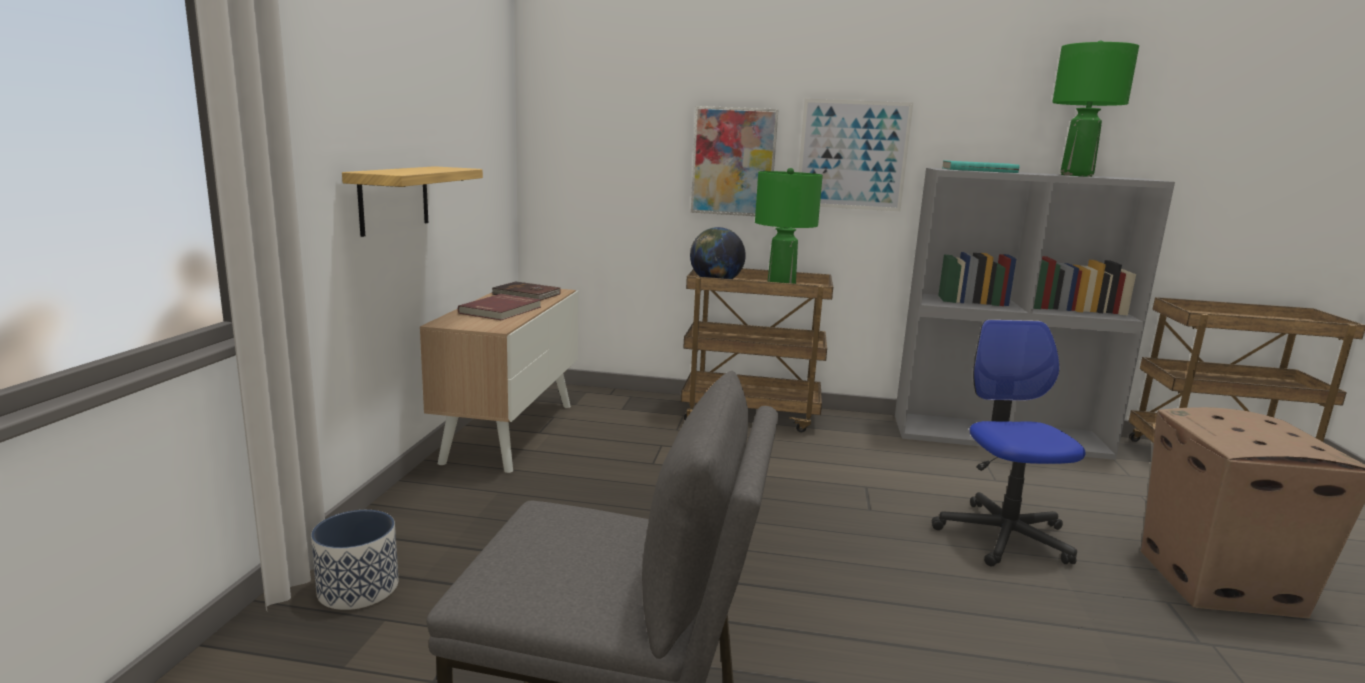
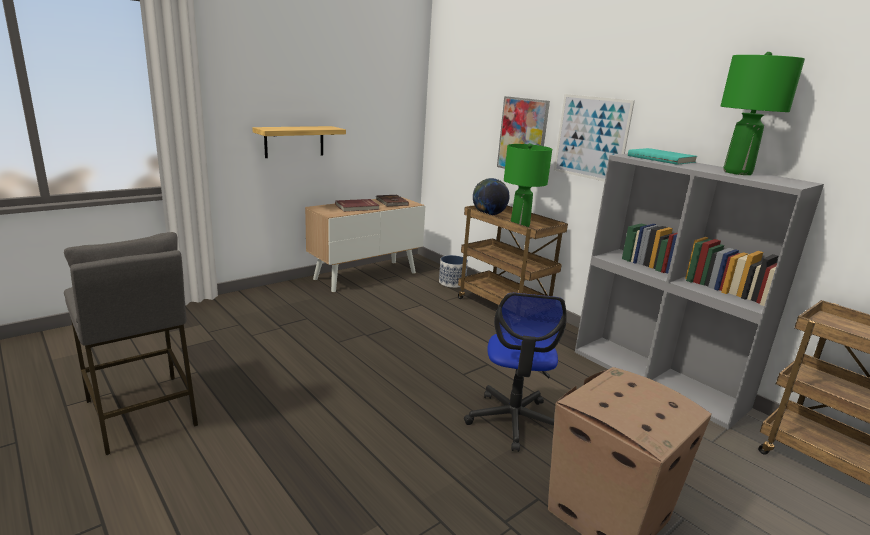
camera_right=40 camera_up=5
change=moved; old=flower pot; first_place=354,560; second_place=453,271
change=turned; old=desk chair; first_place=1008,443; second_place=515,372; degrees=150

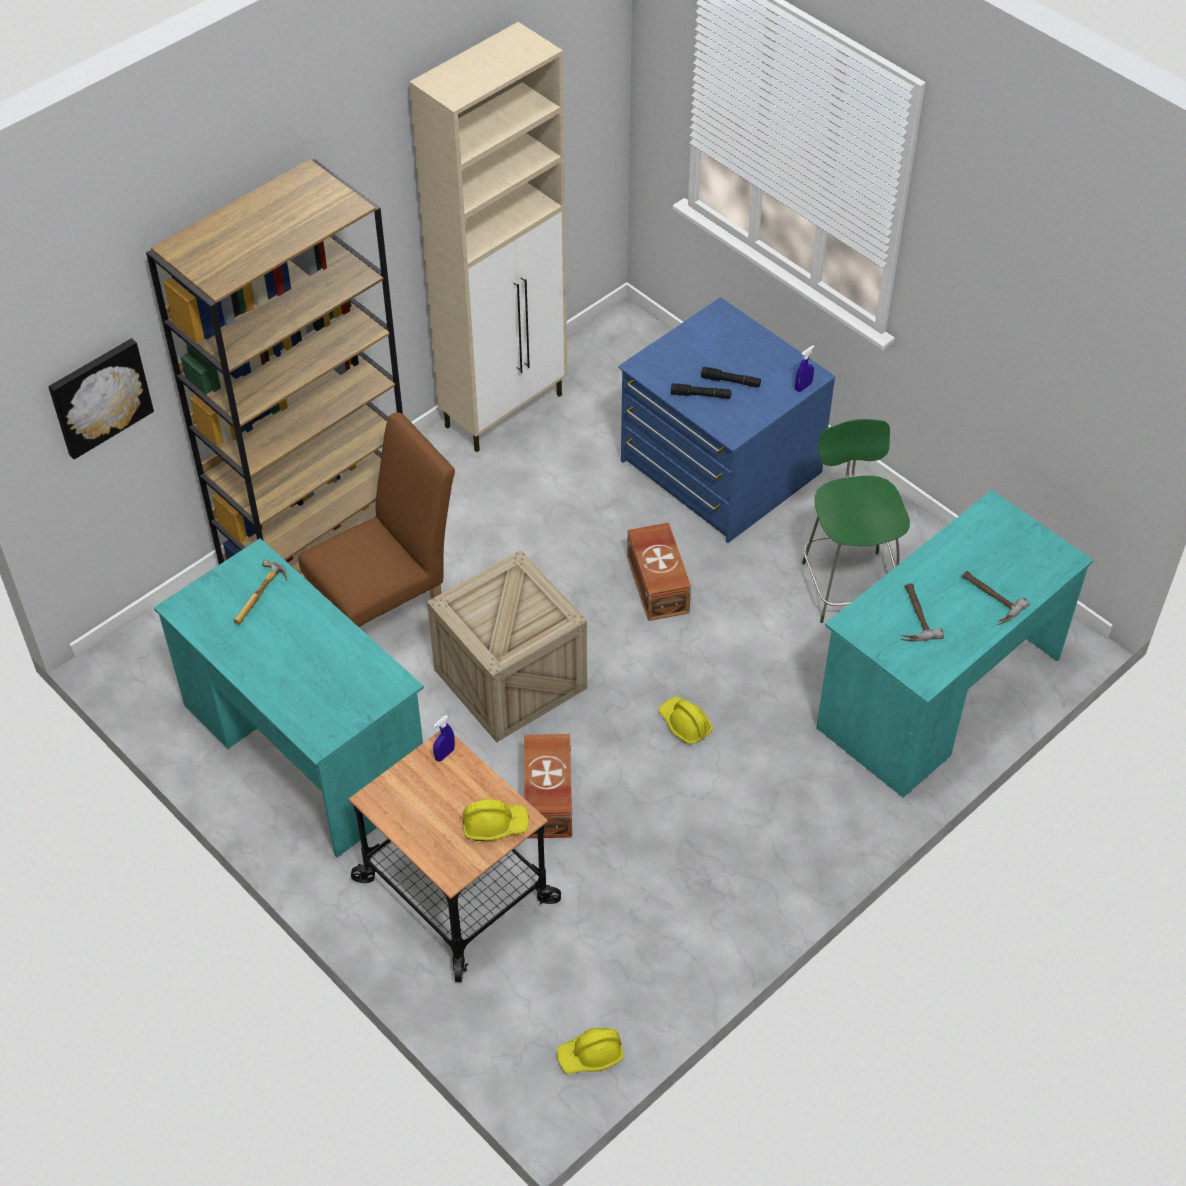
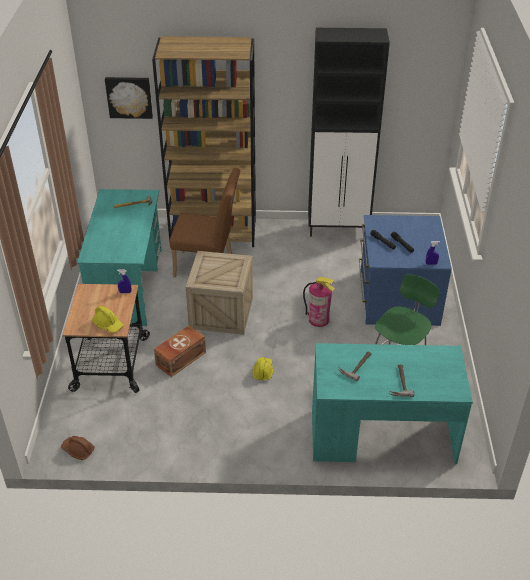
camera_right=45 camera_up=-10
change=recoloured; old=work helmet in yellow-coloured; new=work helmet in brown-coloured; first_place=590,1051; second_place=78,448
change=replaced; old=storage container in brown-coloured; new=extinguisher; first_place=659,572; second_place=319,302
change=recoloured; old=cupboard in beige; new=cupboard in black; first_place=488,237; second_place=349,132

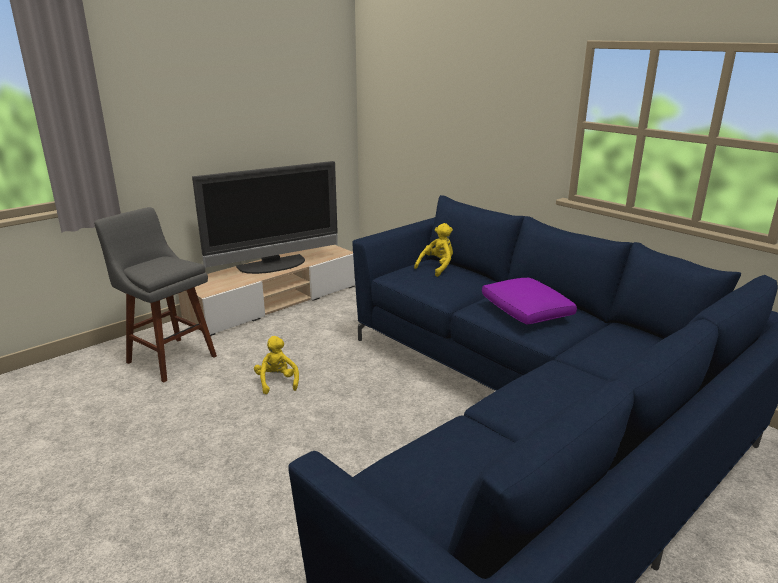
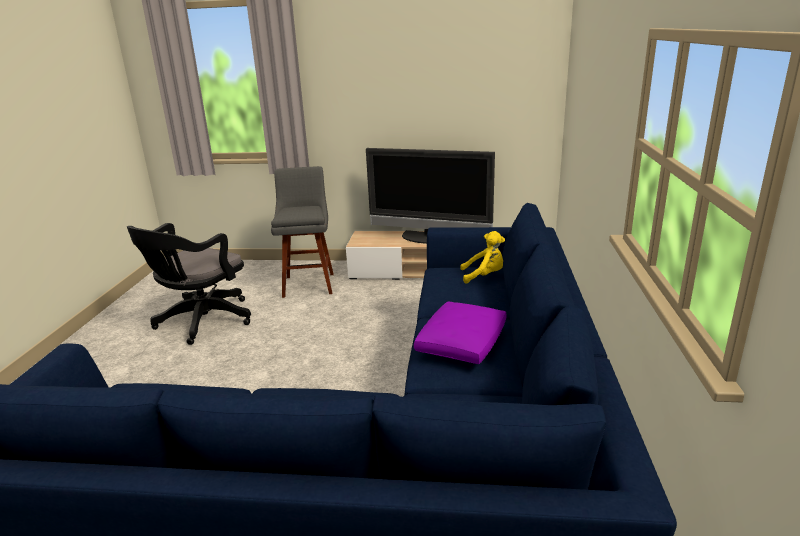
camera_right=50 camera_up=0
change=added; new=desk chair in black; second_place=189,284
change=removed; old=plush toy in yellow-coloured; first_place=276,365

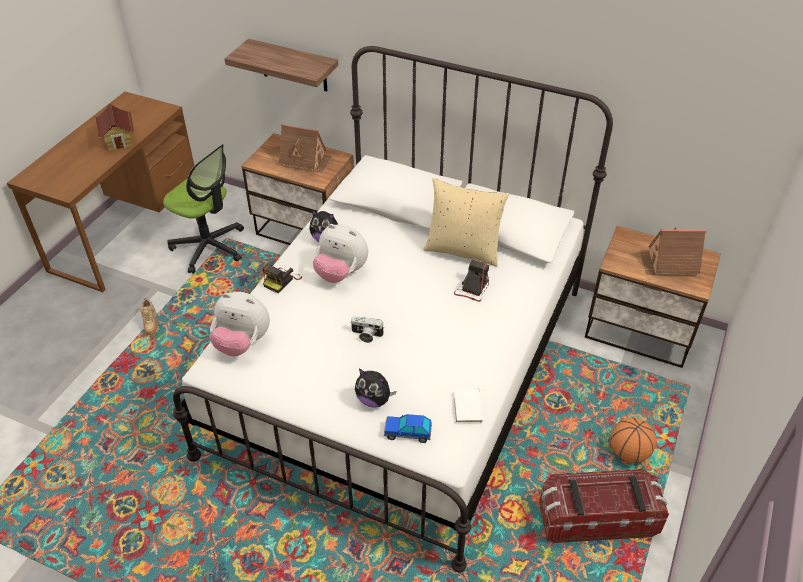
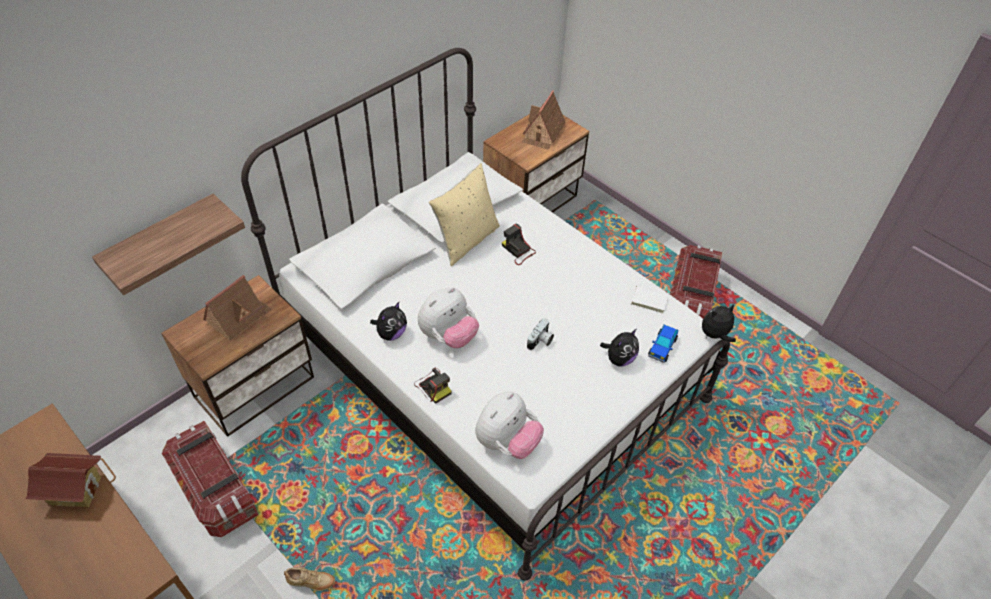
camera_right=-70 camera_up=5
change=replaced; old=desk chair; new=storage container; first_place=203,209; second_place=210,479
change=added; new=plush toy; second_place=719,323
change=removed; old=basketball ball; first_place=633,440

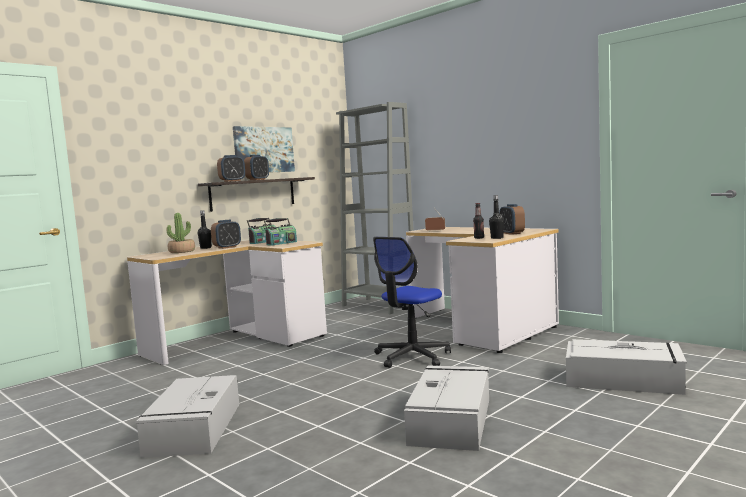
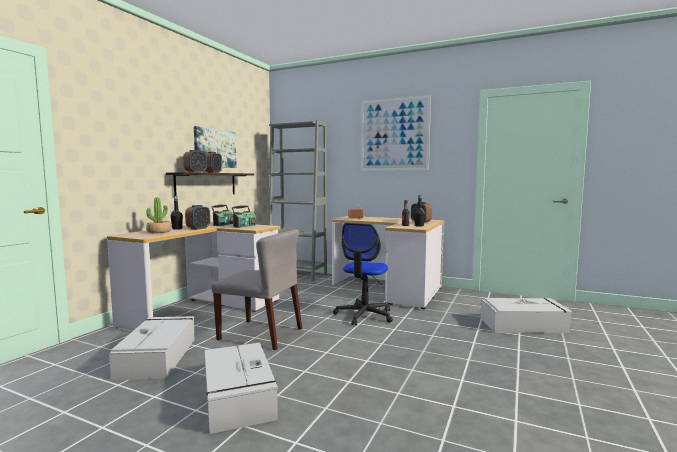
camera_right=-20 camera_up=0
change=moved; old=storage container in grey; first_place=446,408; second_place=152,348
change=added; new=chair in grey; second_place=256,289
change=added; new=wall art; second_place=396,133

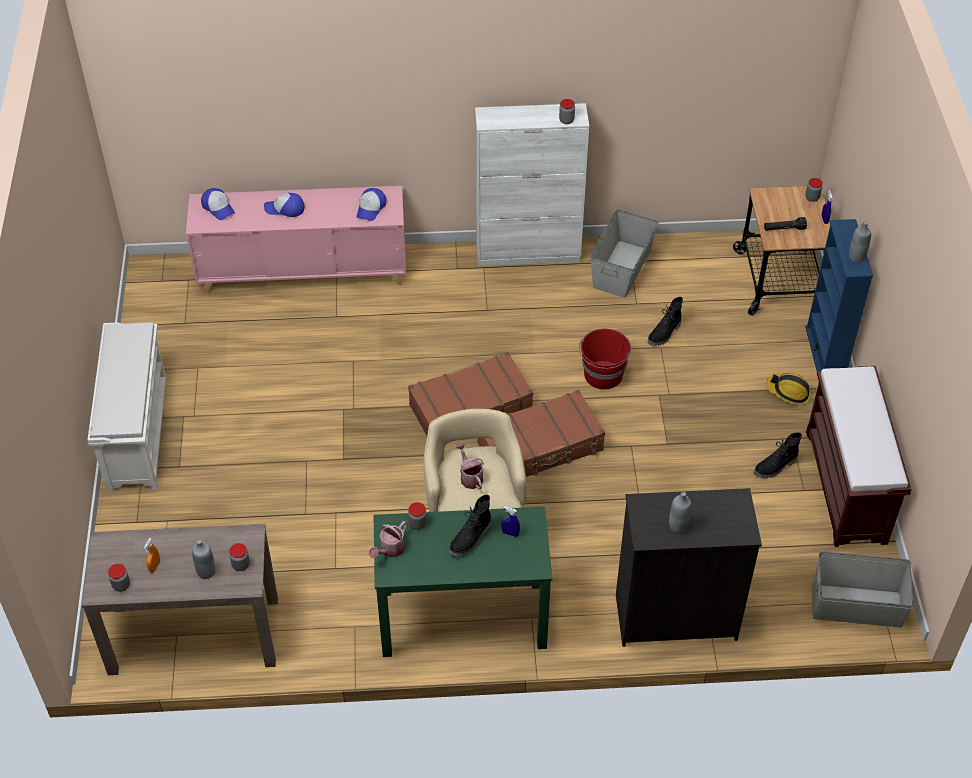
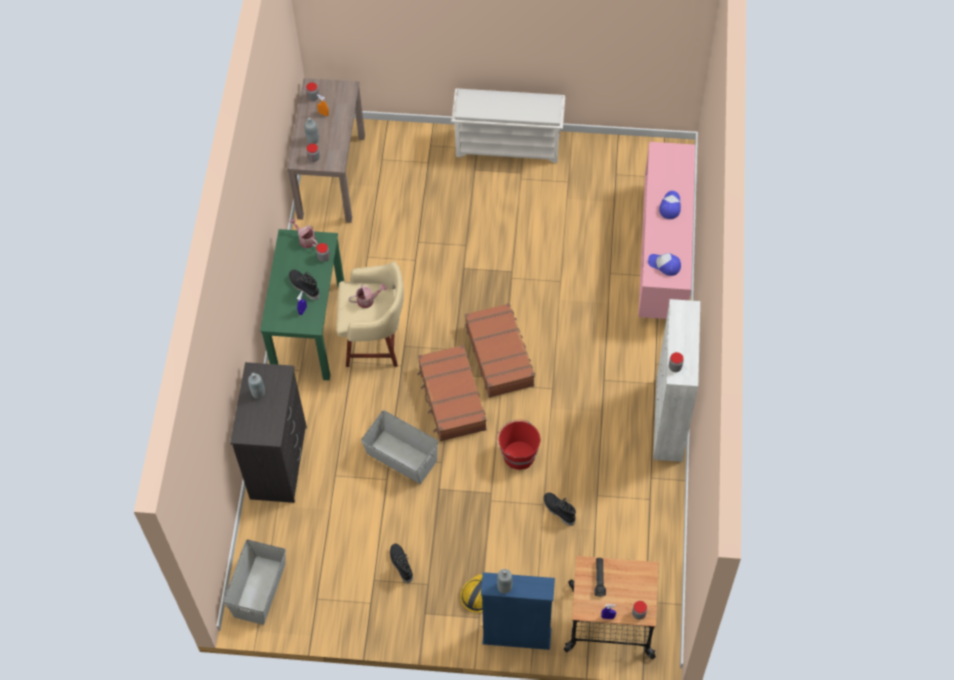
camera_right=100 camera_up=10
change=moved; old=storage container in grey; first_place=624,253; second_place=399,447
change=removed; old=baseball cap; first_place=218,204
change=removed; old=bench in brown-coloured; first_place=859,456

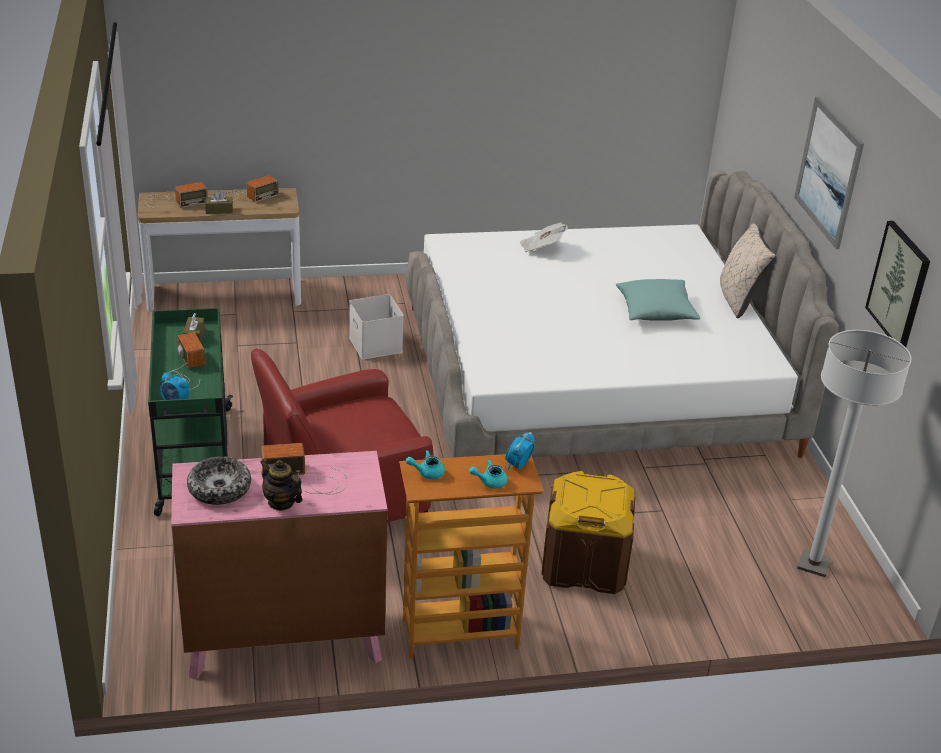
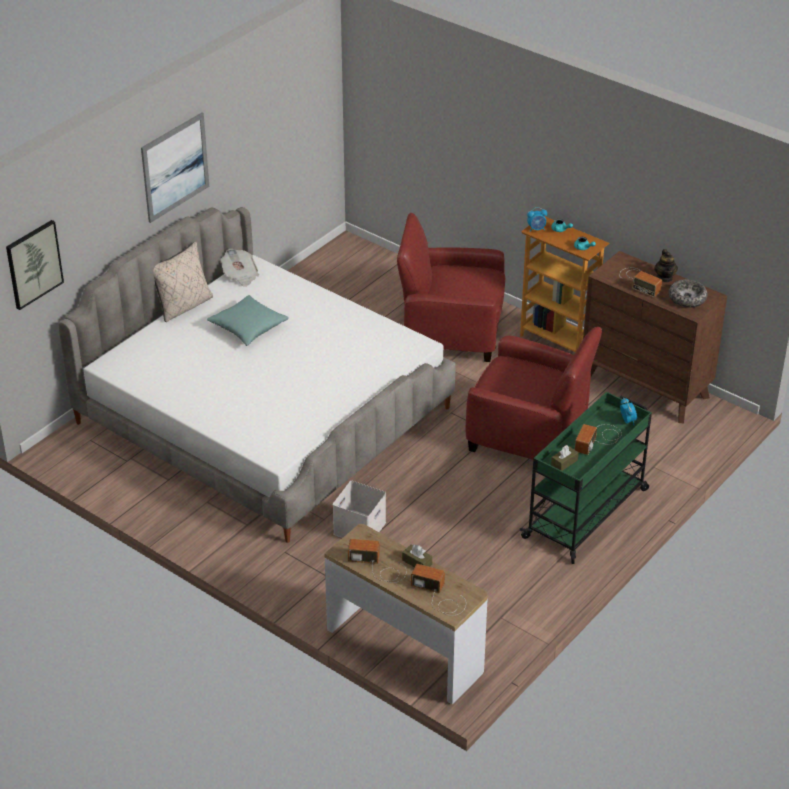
camera_right=-130 camera_up=5
change=moved; old=wall art; first_place=897,284; second_place=35,265
change=moved; old=daily paper; first_place=544,237; second_place=240,267
change=replaced; old=storage container in brown-coloured; new=easy chair in reddish; first_place=588,532; second_place=451,287
change=recoloured; old=drawer chest in pink-coloured; new=drawer chest in brown-coloured; first_place=279,565; second_place=655,337
change=removed; old=standard lamp in whitish; first_place=854,453

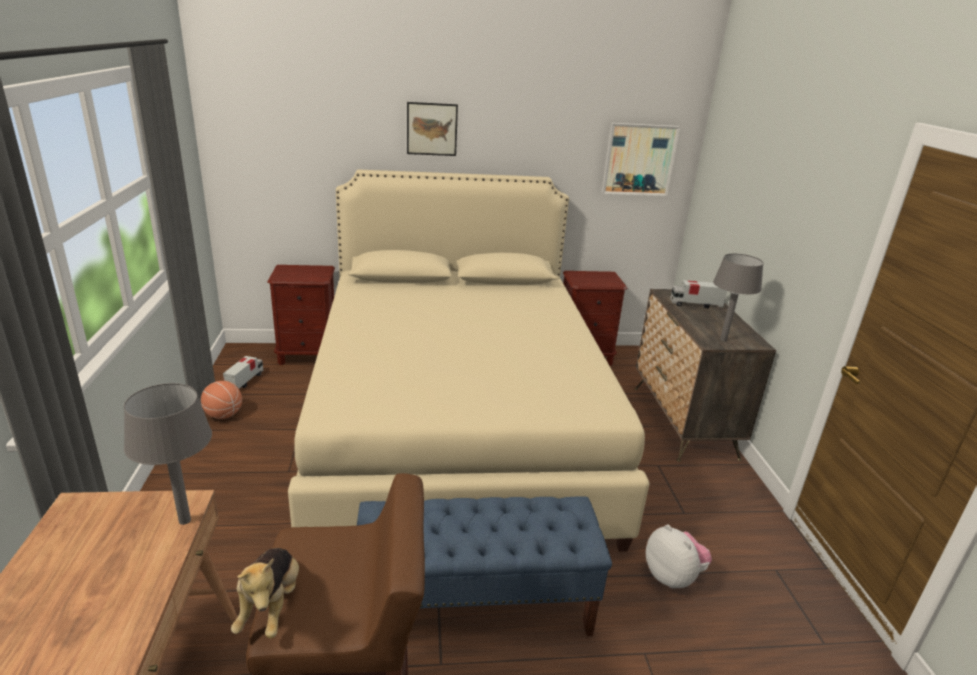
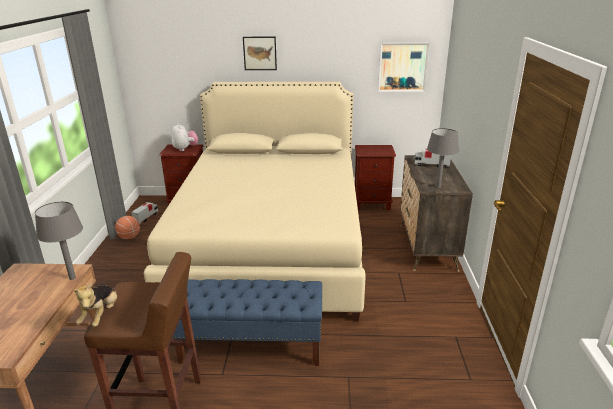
camera_right=10 camera_up=0
change=moved; old=plush toy; first_place=679,556; second_place=184,137

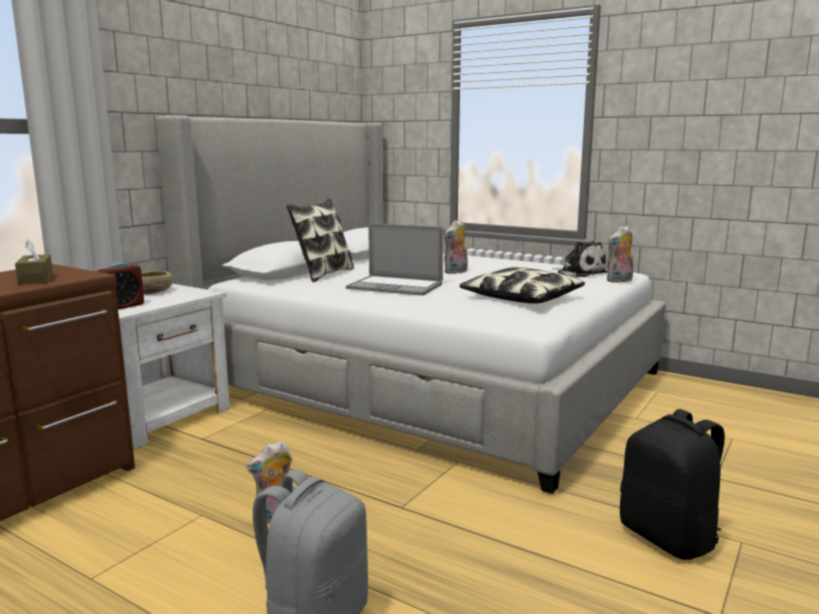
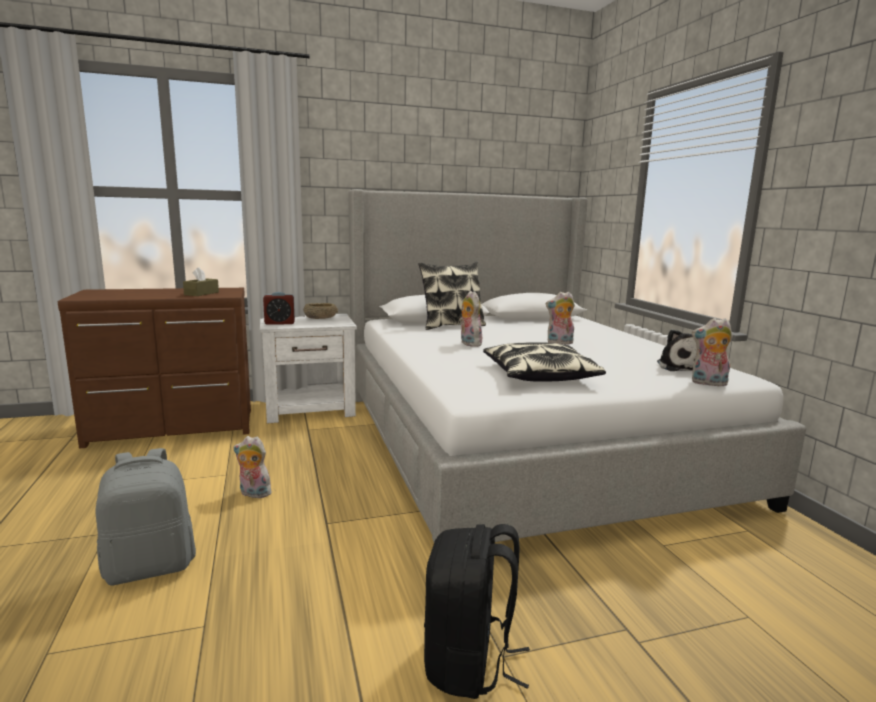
camera_right=40 camera_up=0
change=replaced; old=portable computer; new=plush toy; first_place=394,259; second_place=470,319

